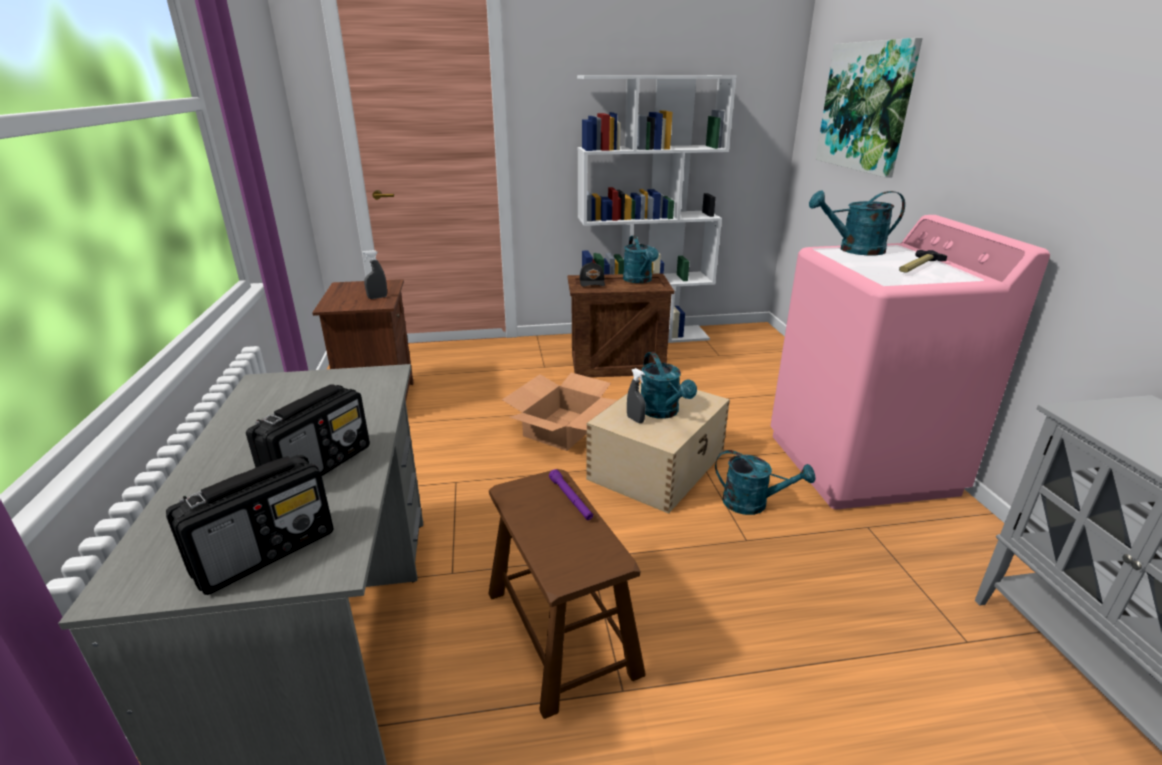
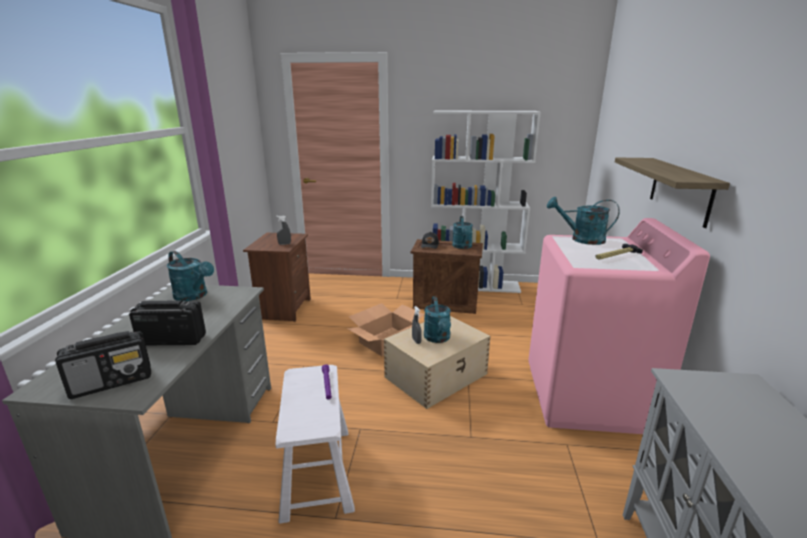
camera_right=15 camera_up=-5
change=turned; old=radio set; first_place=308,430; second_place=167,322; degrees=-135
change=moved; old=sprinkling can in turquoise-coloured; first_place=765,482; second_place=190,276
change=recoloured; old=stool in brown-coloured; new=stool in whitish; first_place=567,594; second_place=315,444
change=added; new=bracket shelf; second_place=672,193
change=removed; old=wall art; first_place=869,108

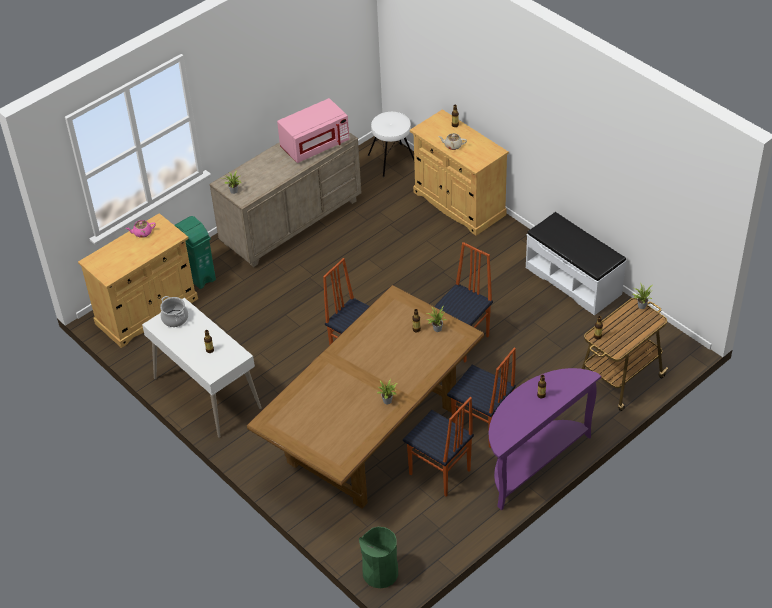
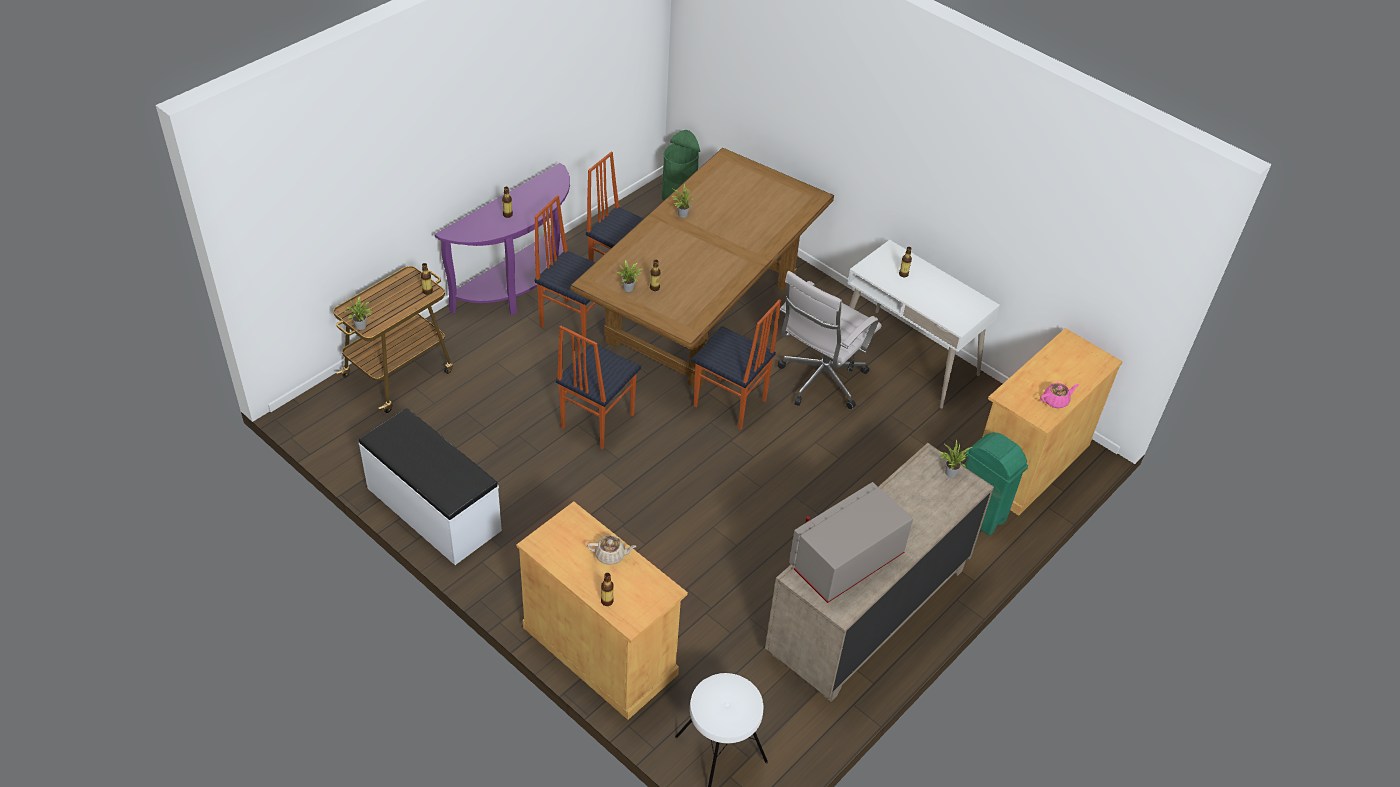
camera_right=170 camera_up=0
change=added; new=desk chair in whitish; second_place=830,340
change=recoloured; old=microwave in pink-coloured; new=microwave in grey; first_place=313,130; second_place=851,542
change=removed; old=cooking pot; first_place=174,311

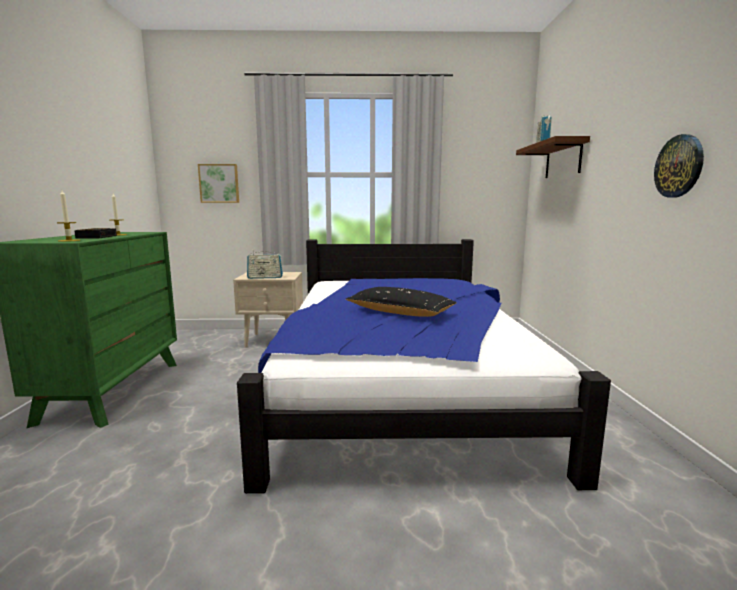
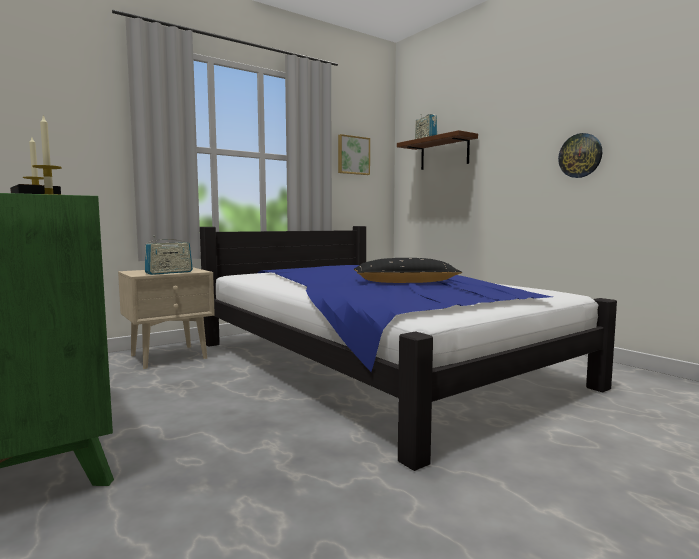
camera_right=-35 camera_up=-5
change=moved; old=wall art; first_place=218,183; second_place=354,154

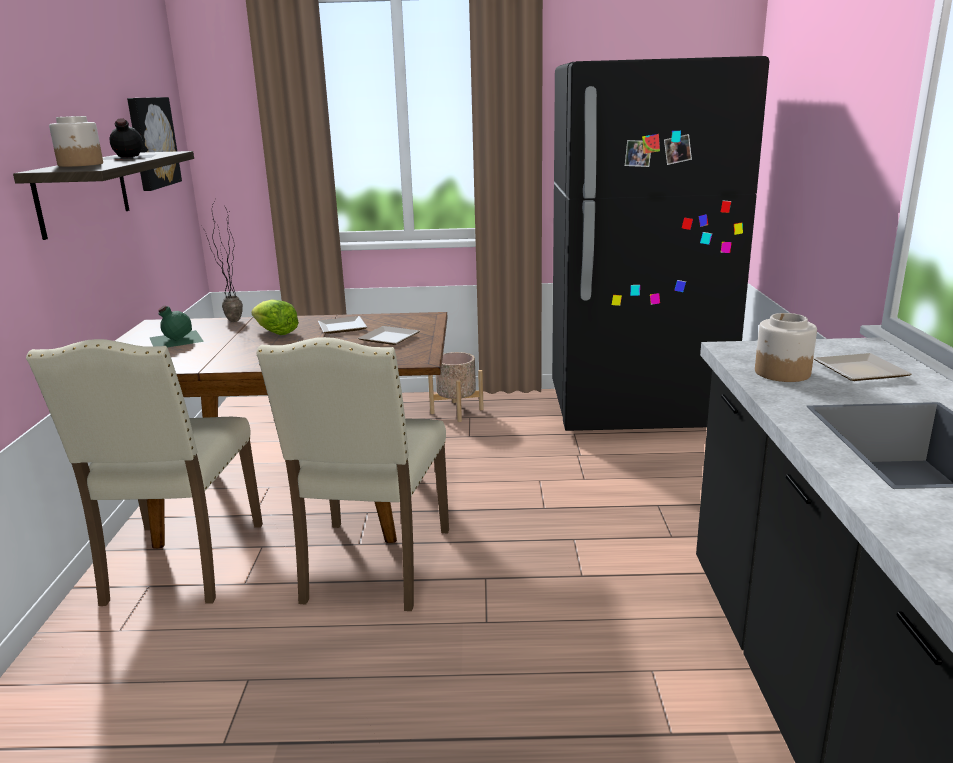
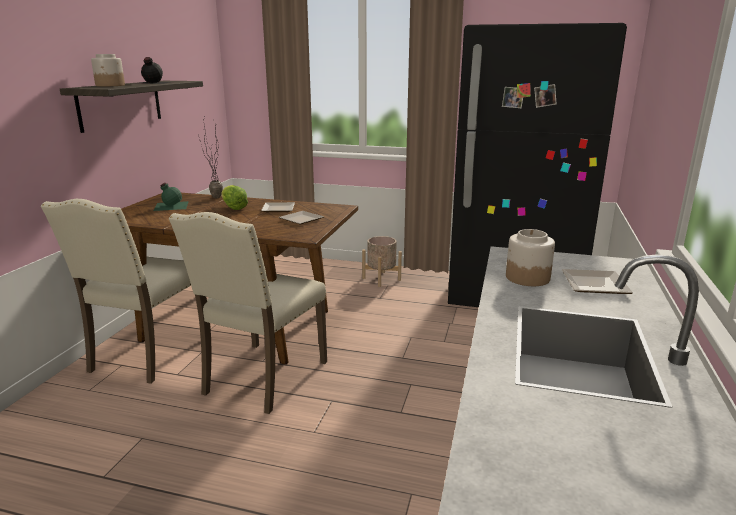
camera_right=15 camera_up=0
change=removed; old=wall art; first_place=154,144

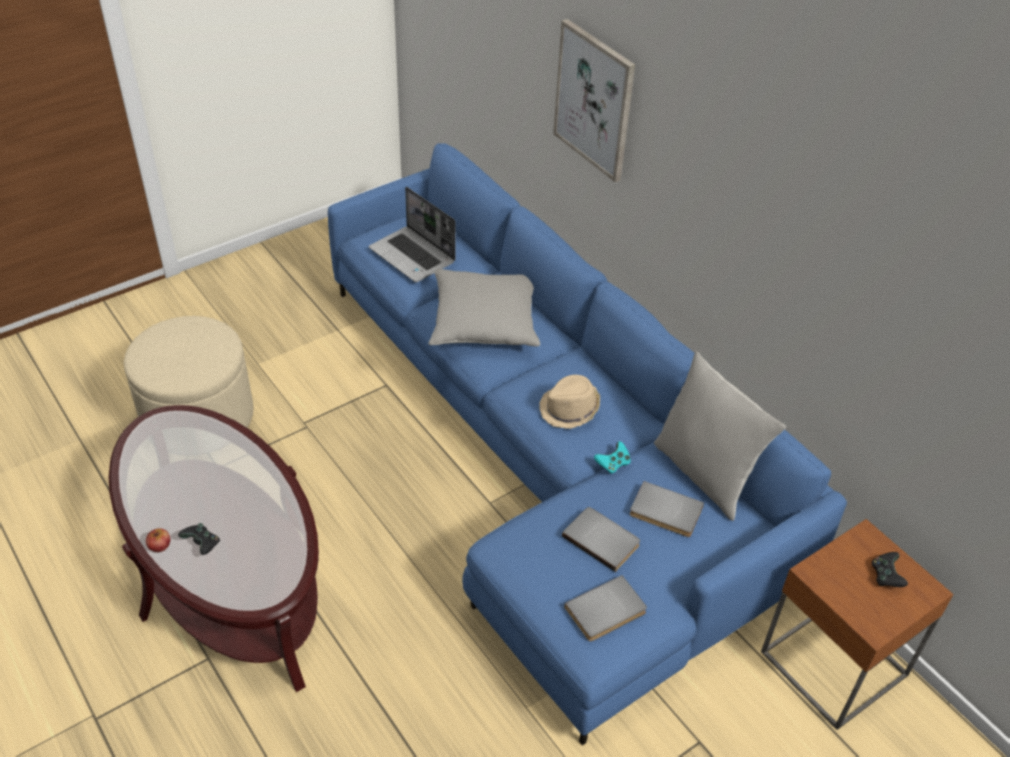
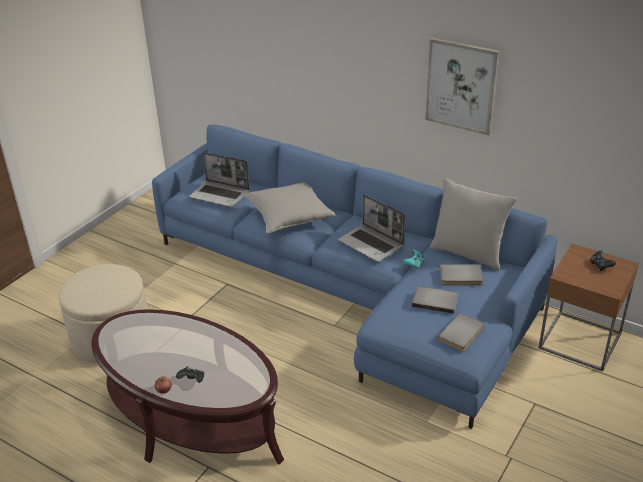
camera_right=-20 camera_up=-10
change=replaced; old=wearable hat in beige; new=portable computer; first_place=569,402; second_place=371,228
change=moved; old=wall art; first_place=594,100; second_place=462,87

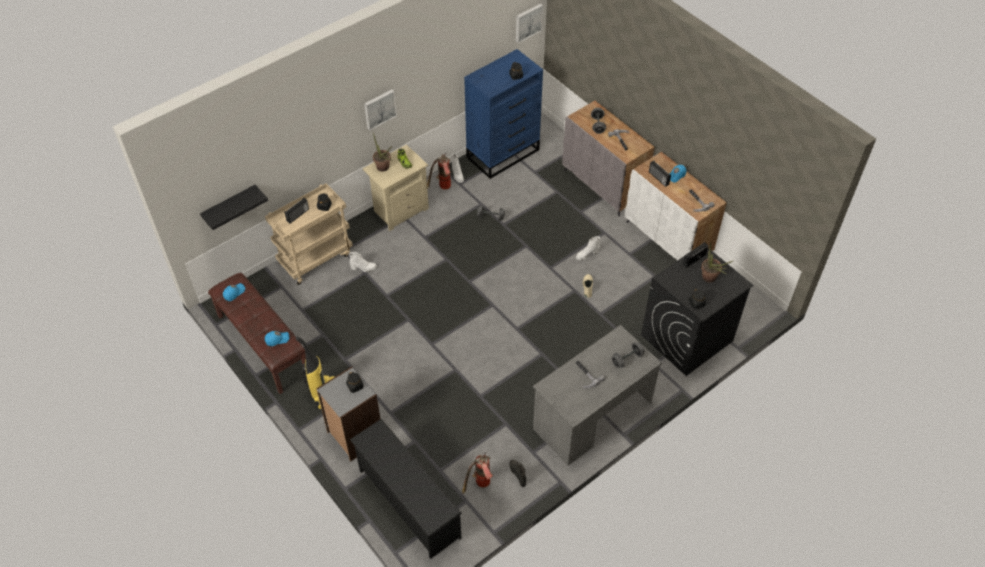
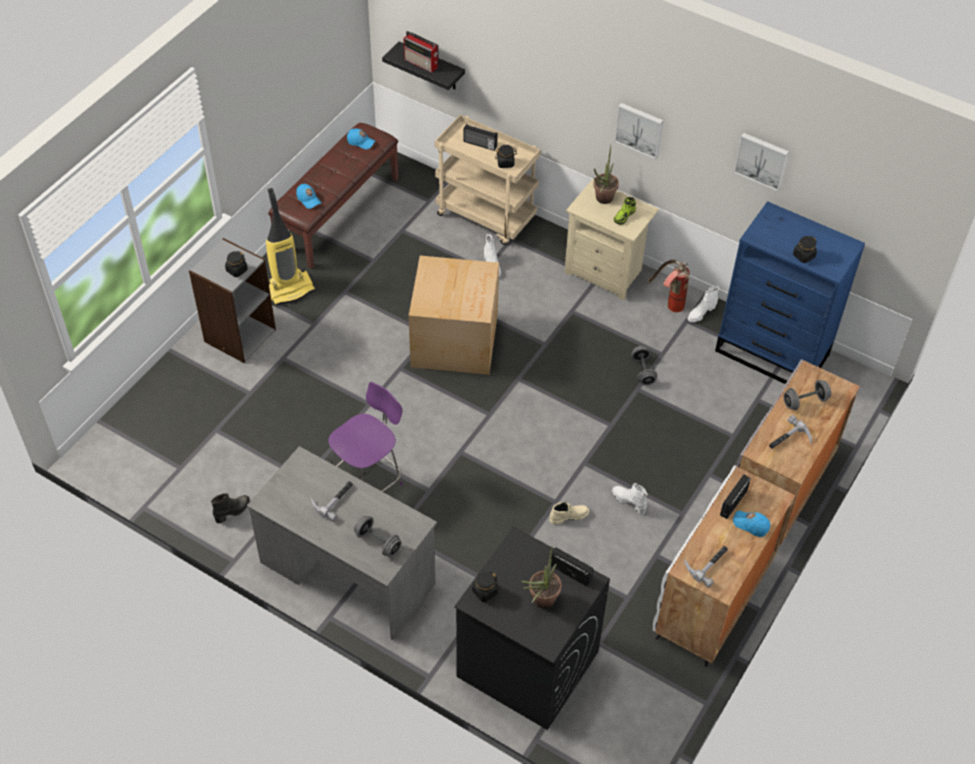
camera_right=70 camera_up=0
change=added; new=stool in purple-coloured; second_place=365,437
change=added; new=radio set; second_place=421,52
change=added; new=cardboard box; second_place=453,315
change=moved; old=wall art; first_place=529,23; second_place=761,162
change=removed; old=shoe stand in black; first_place=406,489
change=removed; old=extinguisher; first_place=477,473

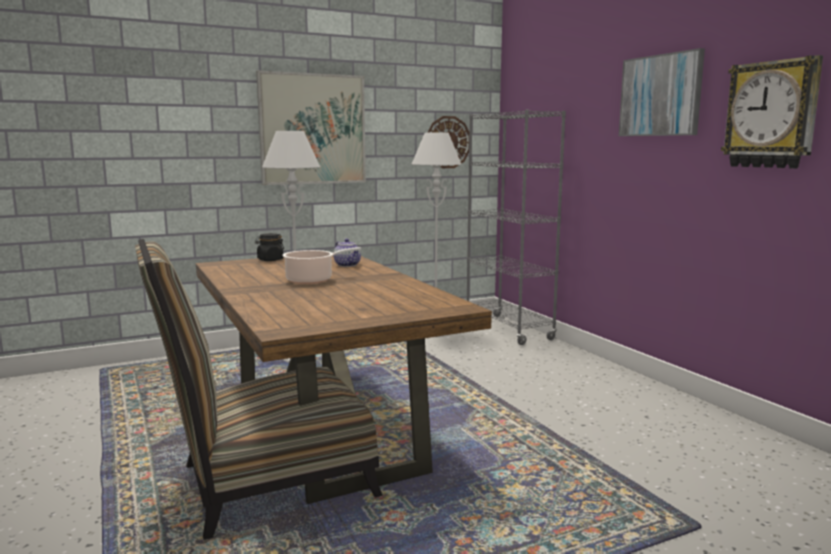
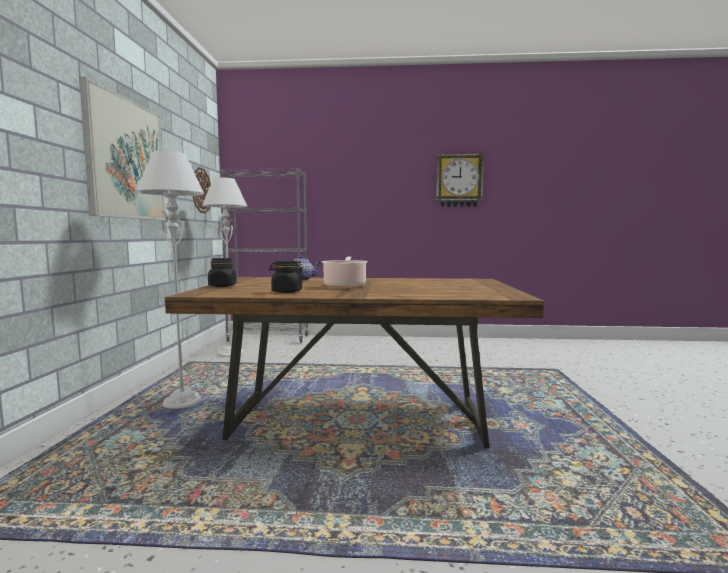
camera_right=-60 camera_up=-5
change=added; new=storage jar in black; second_place=286,276
change=removed; old=chair; first_place=259,389
change=removed; old=wall art; first_place=662,92

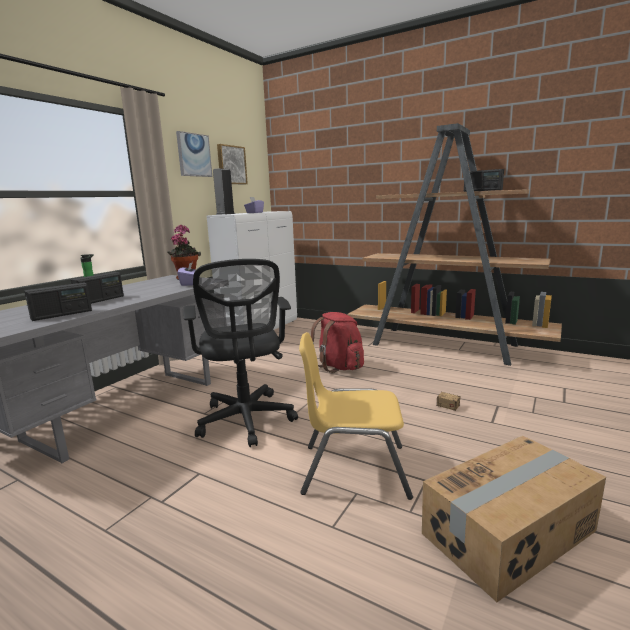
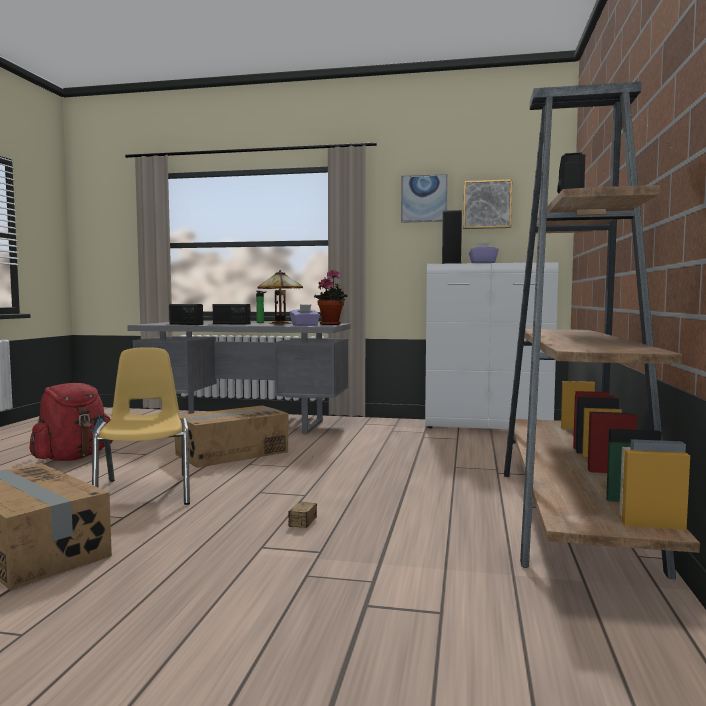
camera_right=70 camera_up=-10
change=moved; old=rucksack in reddish; first_place=337,342; second_place=71,422
change=replaced; old=desk chair in black; new=cardboard box; first_place=240,353; second_place=231,437
change=added; new=tabletop lamp; second_place=280,297

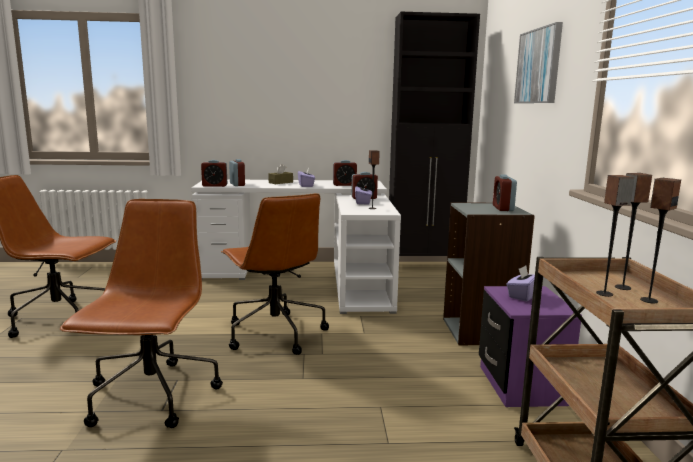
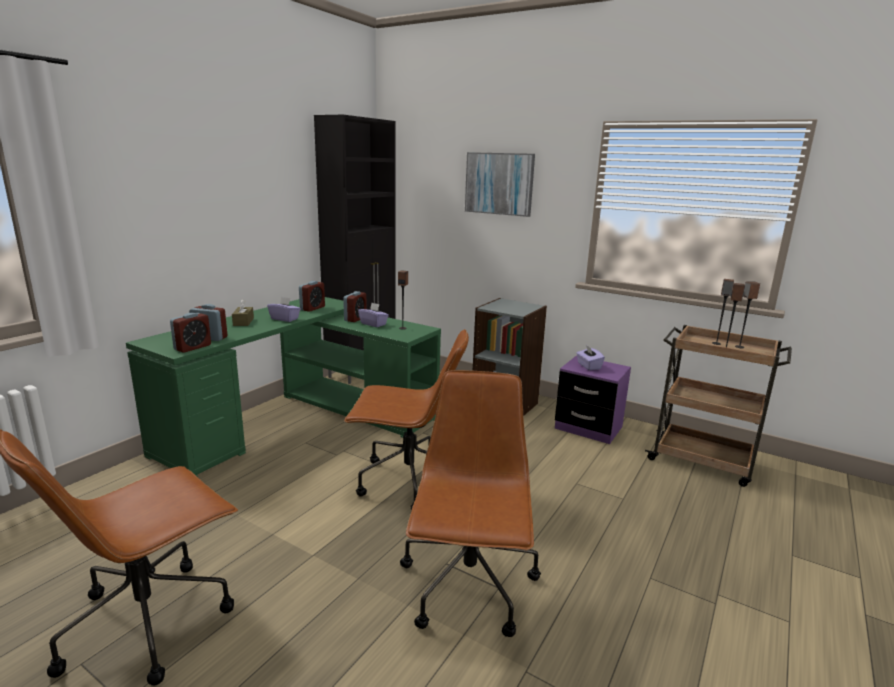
camera_right=-55 camera_up=5
change=recoloured; old=desk table in whitish; new=desk table in greenish; first_place=296,246; second_place=283,387
change=turned; old=desk chair in brown-coloured; first_place=141,313; second_place=470,503; degrees=60
change=removed; old=alarm clock; first_place=505,192

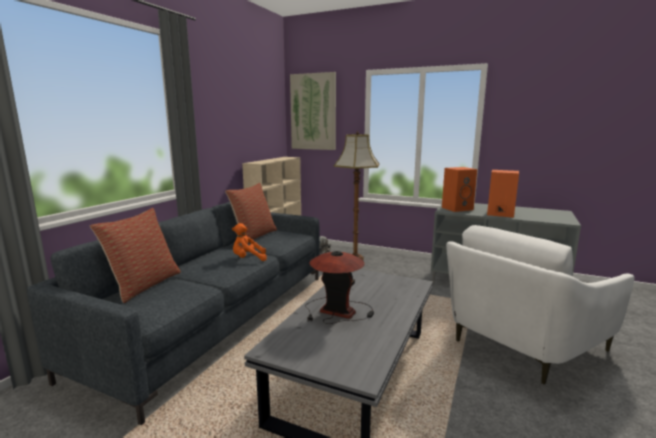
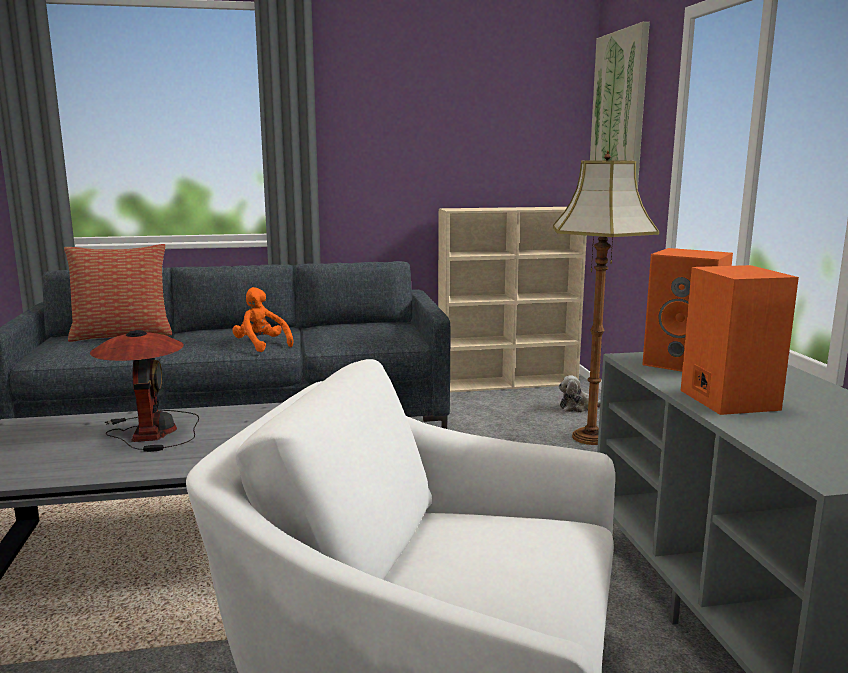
camera_right=55 camera_up=0
change=removed; old=throw pillow; first_place=251,211

